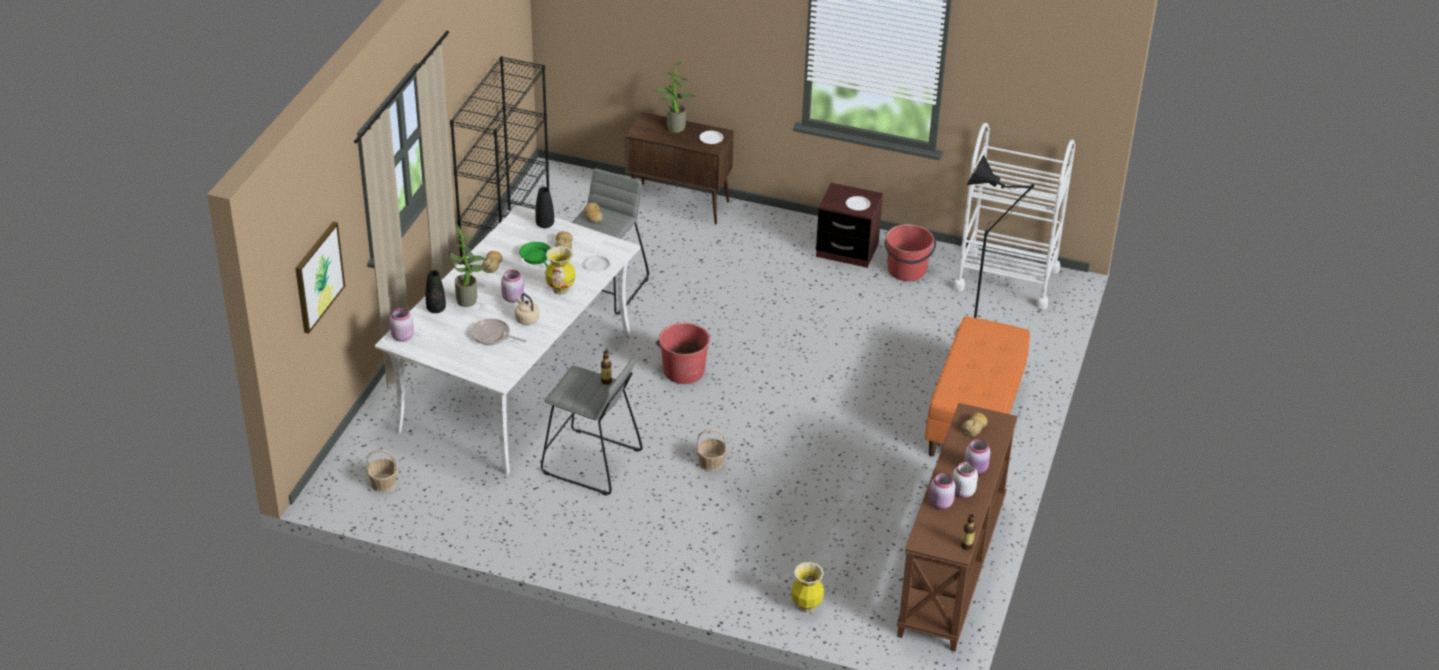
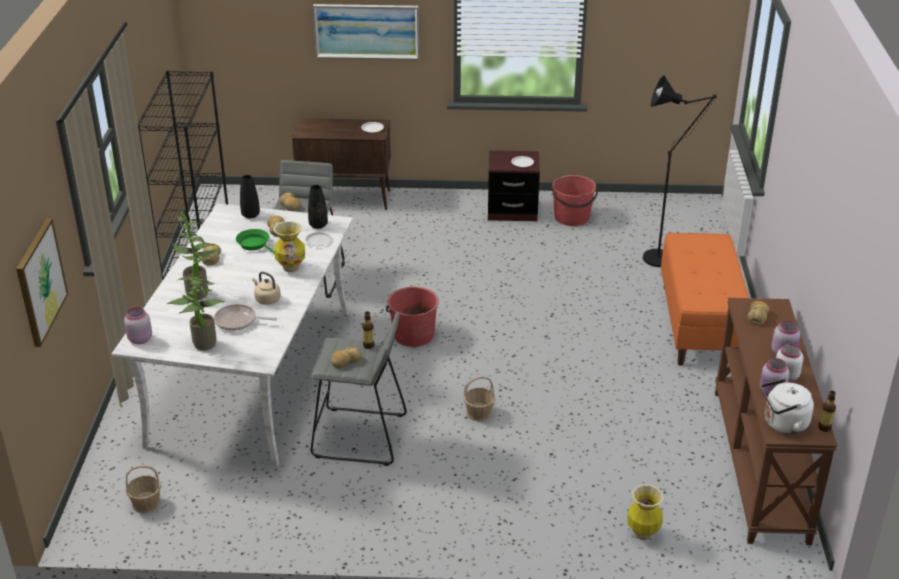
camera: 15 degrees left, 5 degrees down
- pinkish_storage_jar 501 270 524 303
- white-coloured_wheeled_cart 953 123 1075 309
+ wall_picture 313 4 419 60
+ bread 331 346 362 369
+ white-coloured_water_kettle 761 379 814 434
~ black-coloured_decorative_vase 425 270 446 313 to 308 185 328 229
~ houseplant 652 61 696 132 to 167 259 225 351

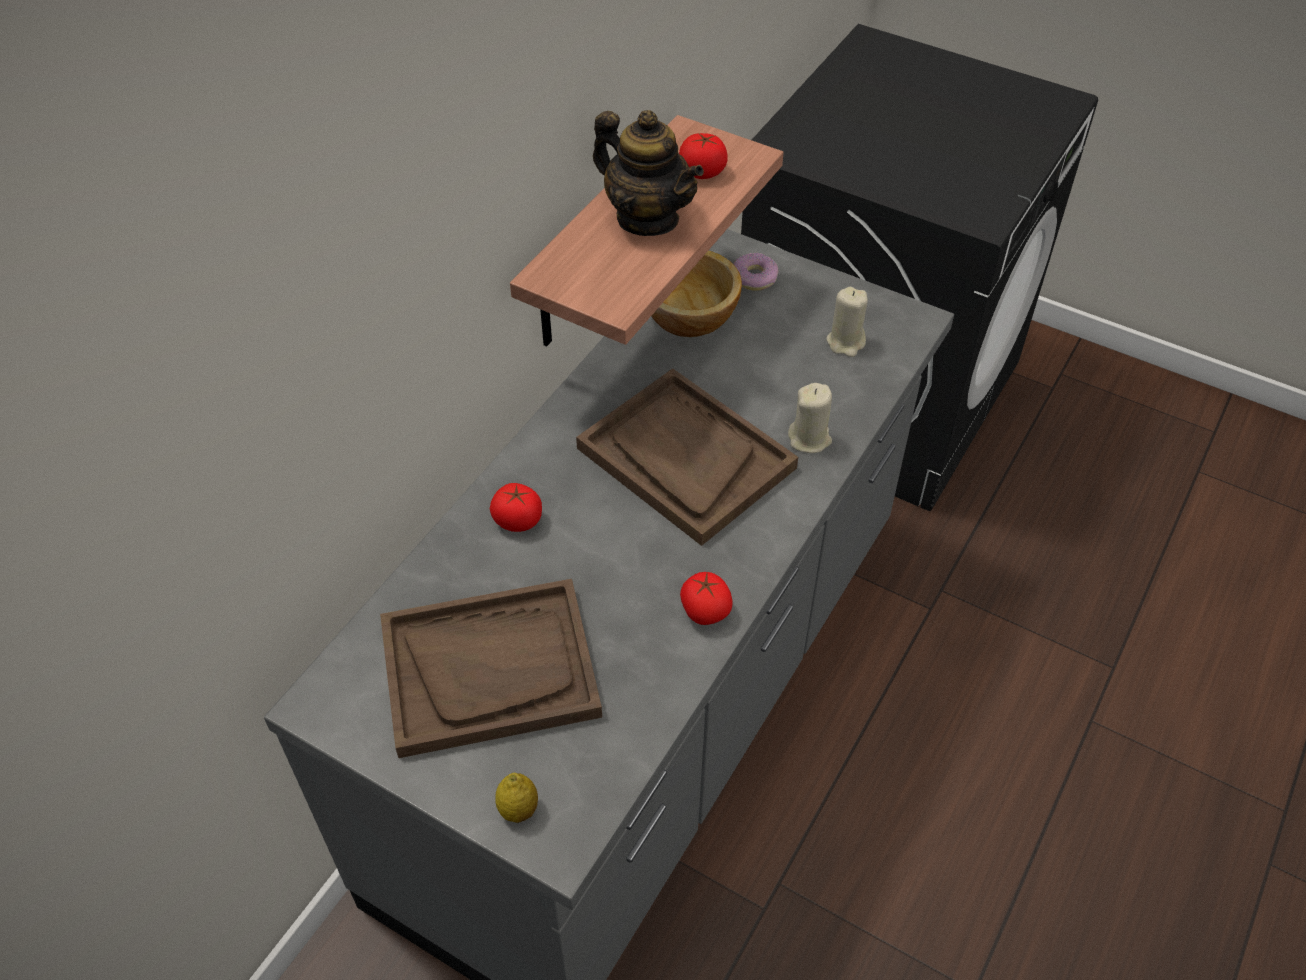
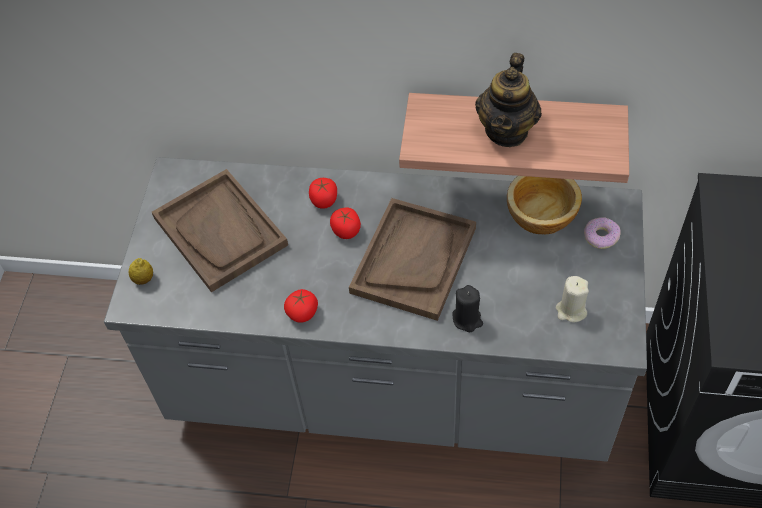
camera: 70 degrees right, 5 degrees up
~ tomato 679 133 728 179 to 330 208 361 239
~ sand-coloured_wax_light 788 383 832 453 to black-coloured_wax_light 452 285 483 332

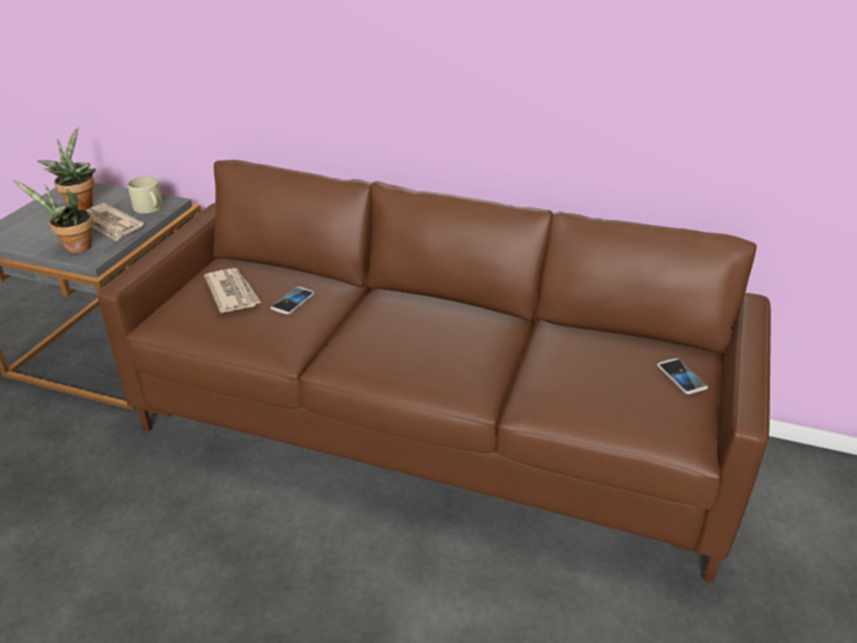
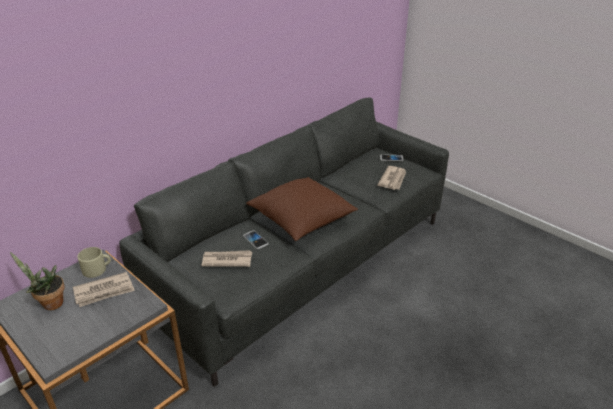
camera: 65 degrees left, 0 degrees up
- houseplant 13 180 94 253
+ brown-coloured_cushion 246 177 358 241
+ newspaper 377 166 406 190
~ brown-coloured_settee 98 160 771 583 to greyish_settee 119 97 449 387

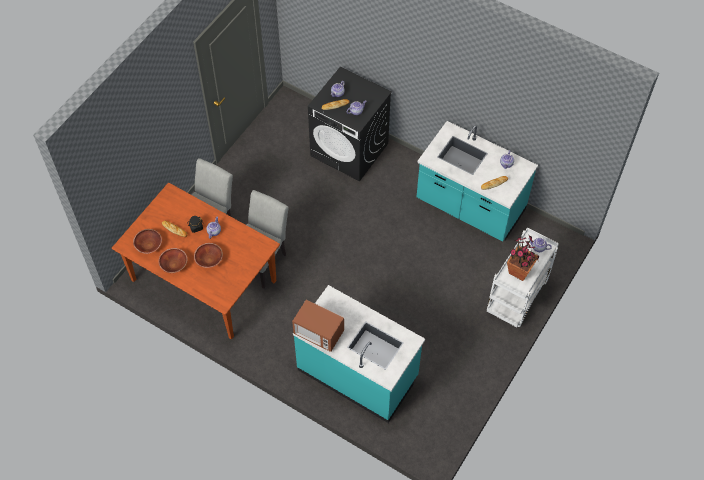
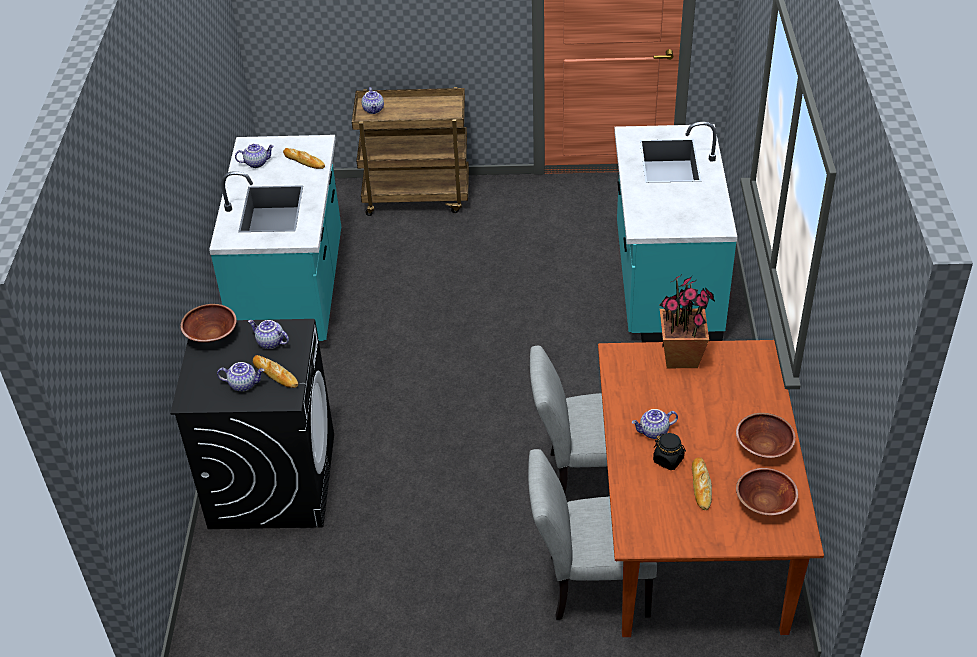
camera: 120 degrees left, 15 degrees down
- microwave_oven 292 299 344 352
~ brown-coloured_serving_bowl 194 243 223 268 to 180 304 237 343
~ houseplant 507 236 539 281 to 659 276 715 368
~ white-coloured_wheeled_cart 487 228 559 327 to brown-coloured_wheeled_cart 352 87 469 216

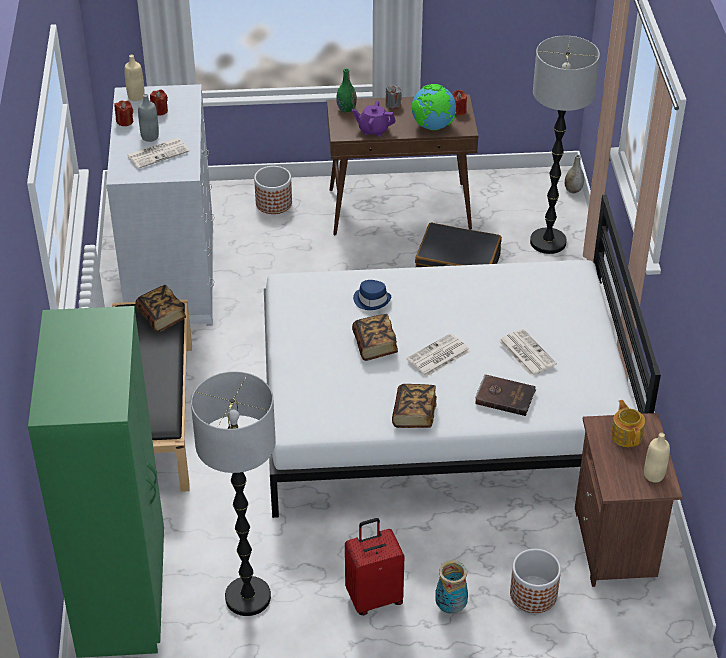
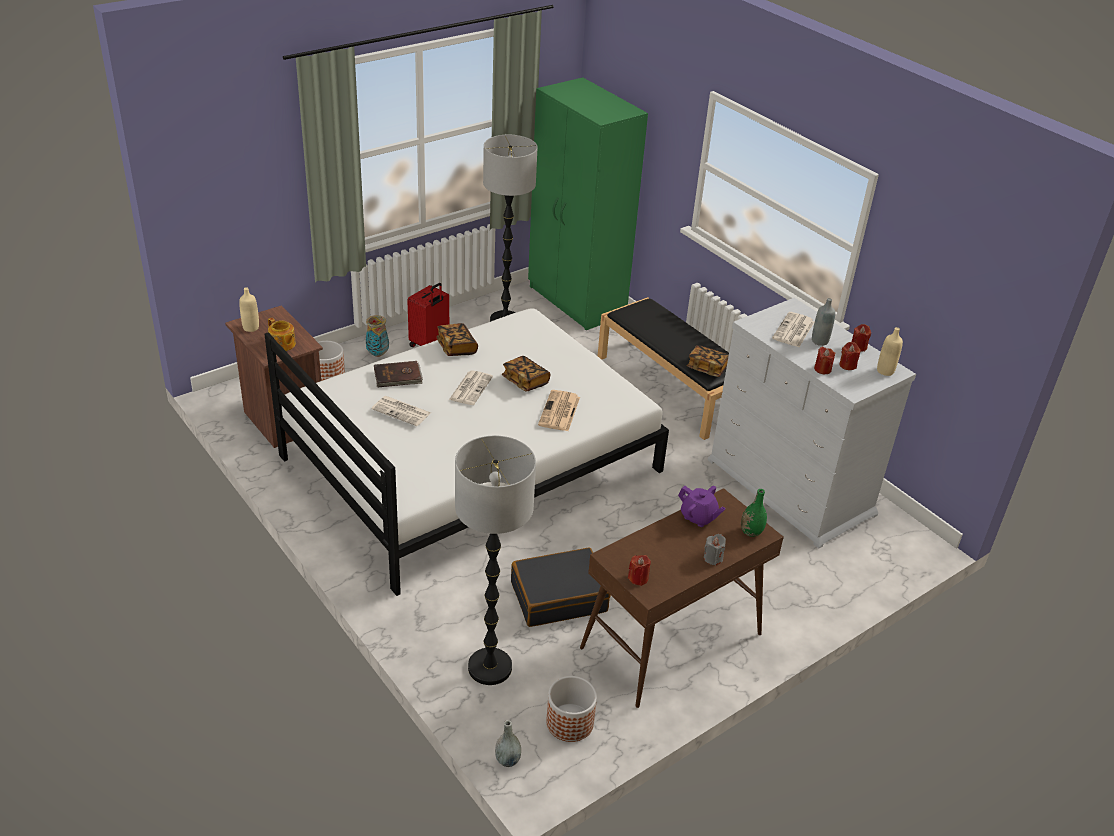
camera: 145 degrees right, 5 degrees down
- globe 411 84 456 130
+ red_wax_light 814 346 835 374
~ planter 254 166 292 214 to 546 676 597 742
~ blue_clothing_hat 353 280 391 310 to newspaper 538 390 580 431
~ purplish_pot_for_tea 352 101 395 136 = 678 486 726 527 60 degrees clockwise

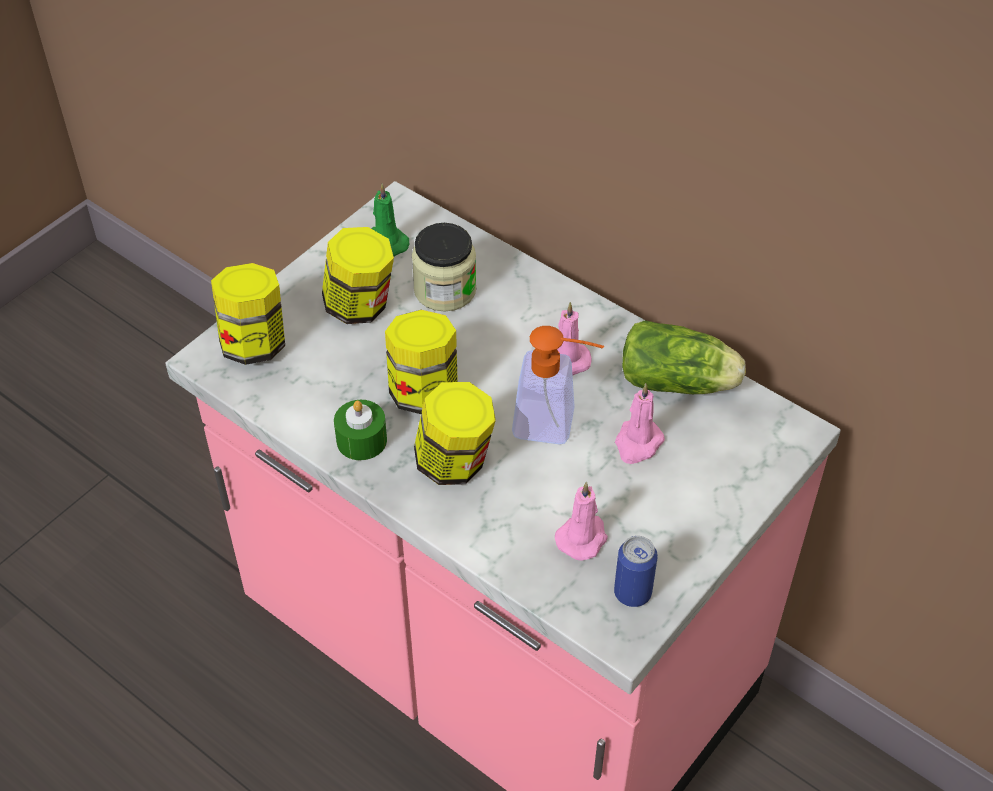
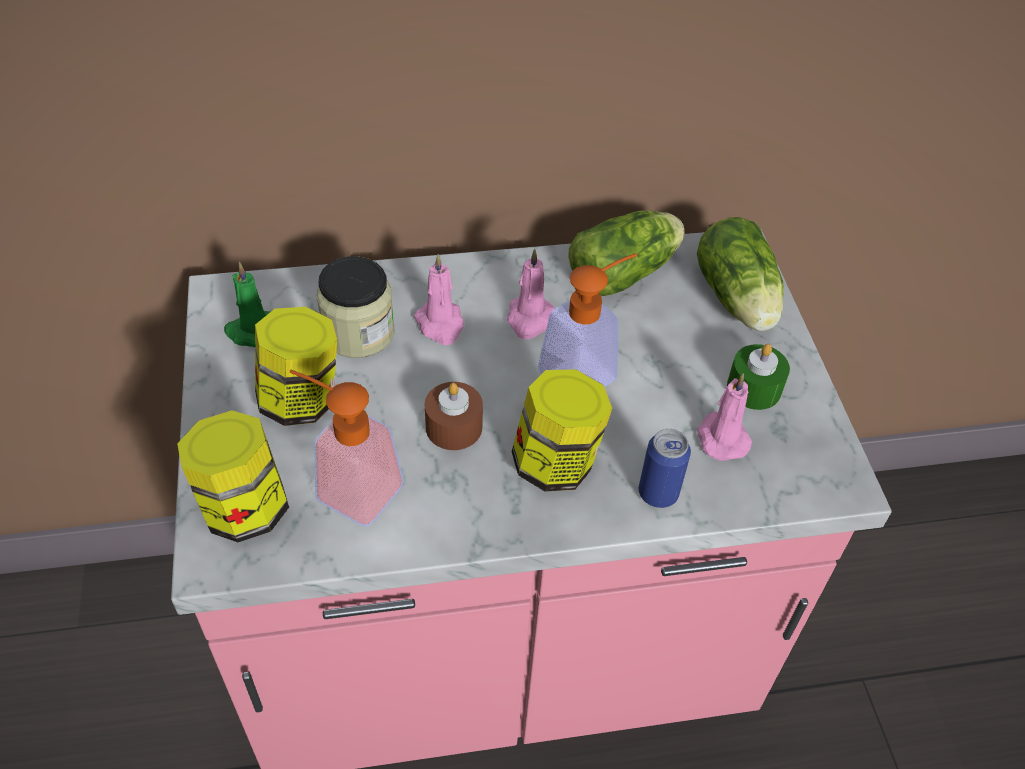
camera: 50 degrees left, 0 degrees up
+ liquid_soap_bottle 290 370 404 527
+ head_of_lettuce 697 217 784 331
~ greenish_wax_light 334 400 387 460 to 727 344 790 410
~ sealed_can 614 536 658 607 to 639 429 691 508
~ pinkish_wax_light 615 383 665 464 to 414 254 464 345
~ storage_jar 385 310 458 414 to brown-coloured_wax_light 425 382 483 450

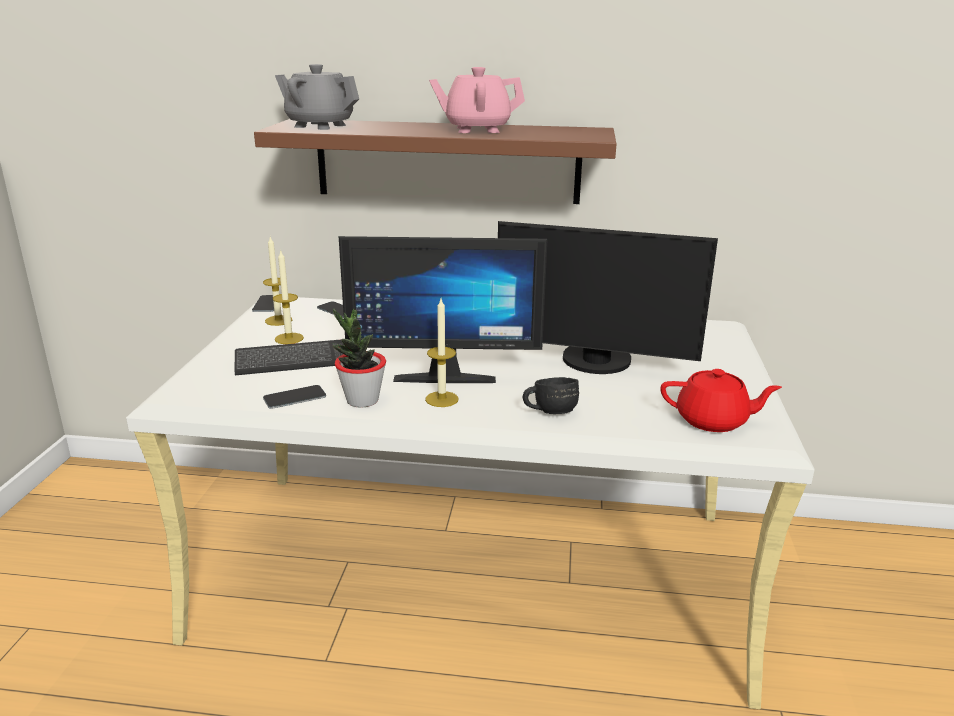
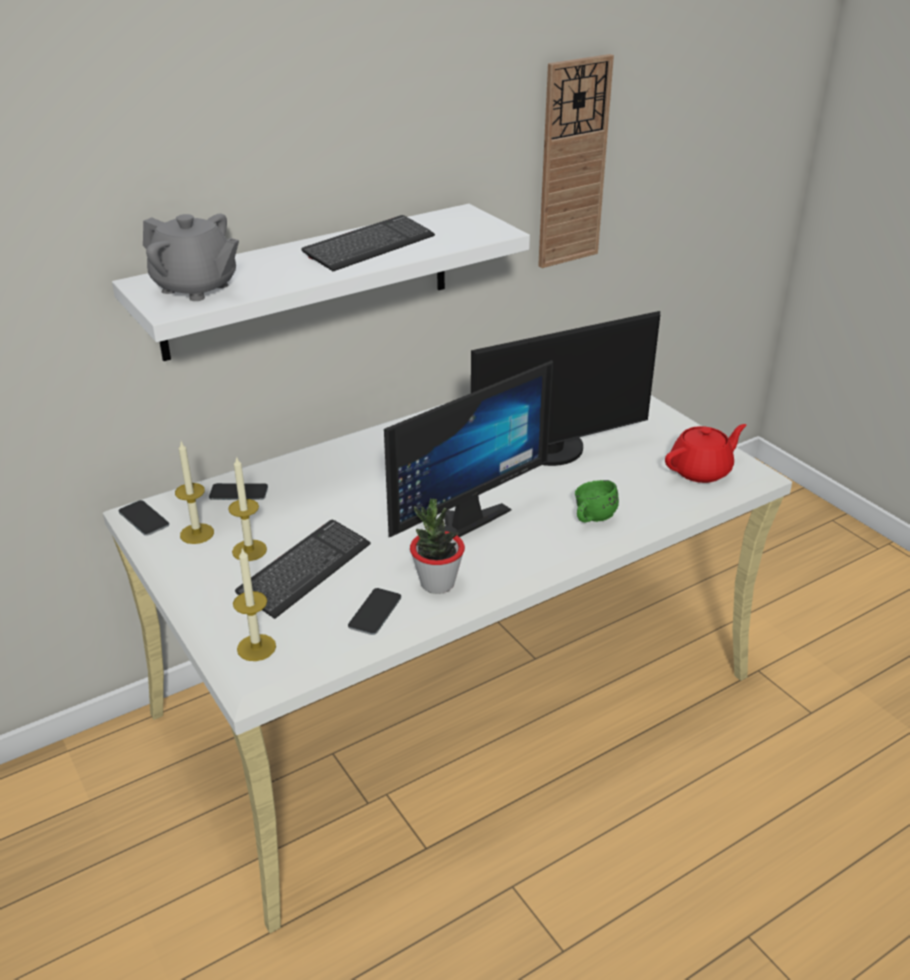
camera: 40 degrees left, 10 degrees up
+ clock_on_the_wall 538 54 614 268
~ wax_light 425 299 459 407 to 233 547 276 661
~ pinkish_pot_for_tea 429 67 525 133 to computer_keyboard 301 215 435 271
~ brown-coloured_wall_shelf 254 119 616 204 to white-coloured_wall_shelf 112 204 530 361
~ black-coloured_tea_mug 523 377 579 414 to greenish_tea_mug 575 480 619 523
~ greyish_pot_for_tea 275 64 359 130 = 143 214 239 301 135 degrees counterclockwise

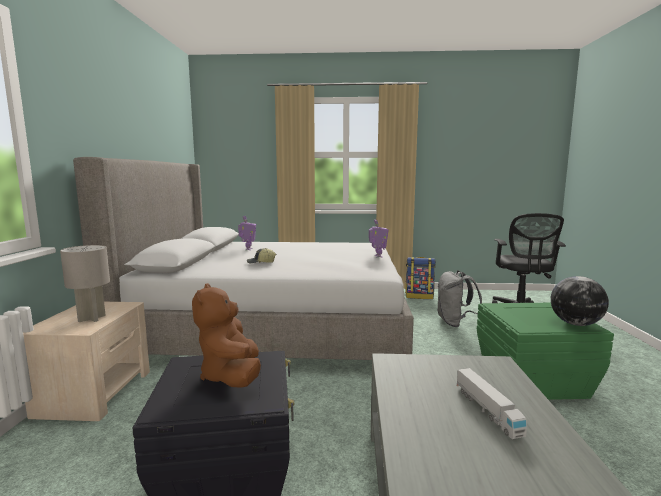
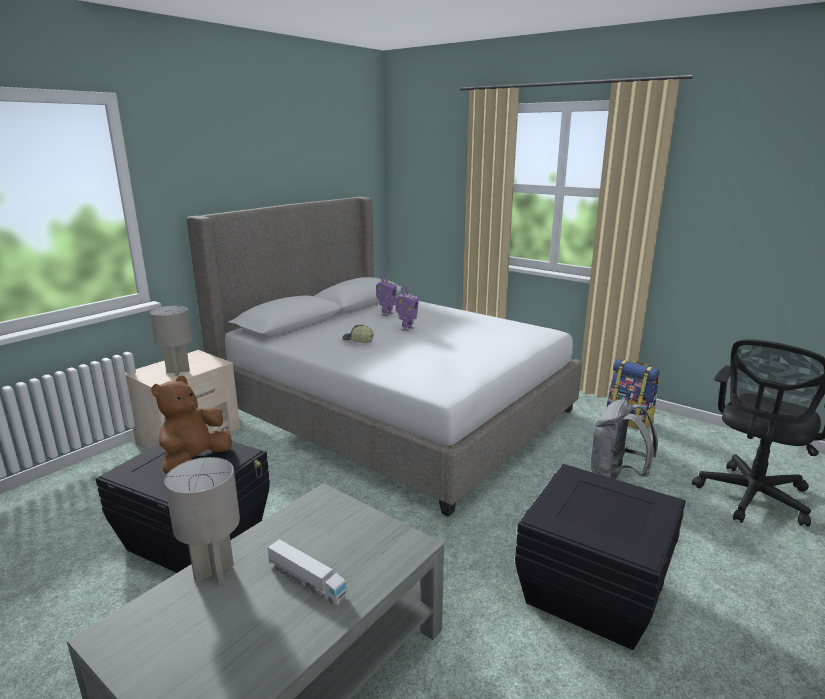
camera: 35 degrees right, 10 degrees up
- globe 551 276 609 326
+ greyish_table_lamp 164 457 240 585
~ robot_figure 369 220 389 258 to 395 285 419 331
~ greenish_storage_box 477 303 614 400 to black-coloured_storage_box 515 464 686 650
~ toy_lorry 456 368 527 439 = 268 539 348 606 75 degrees counterclockwise

